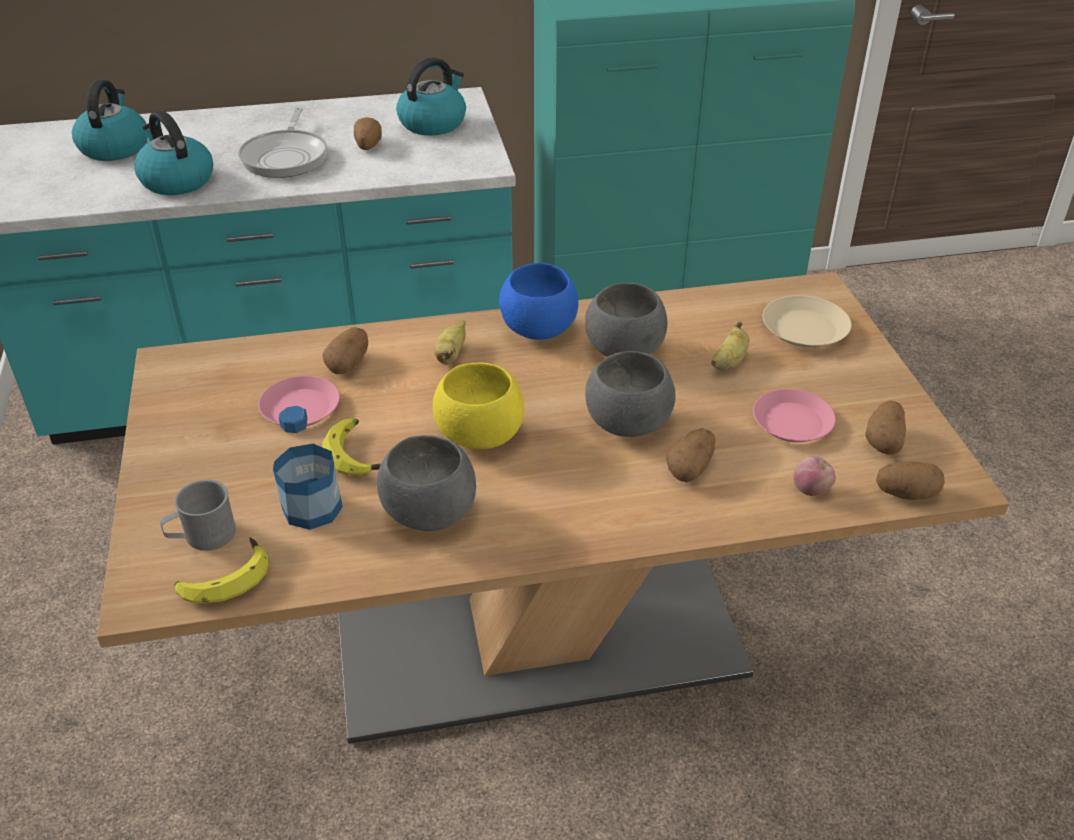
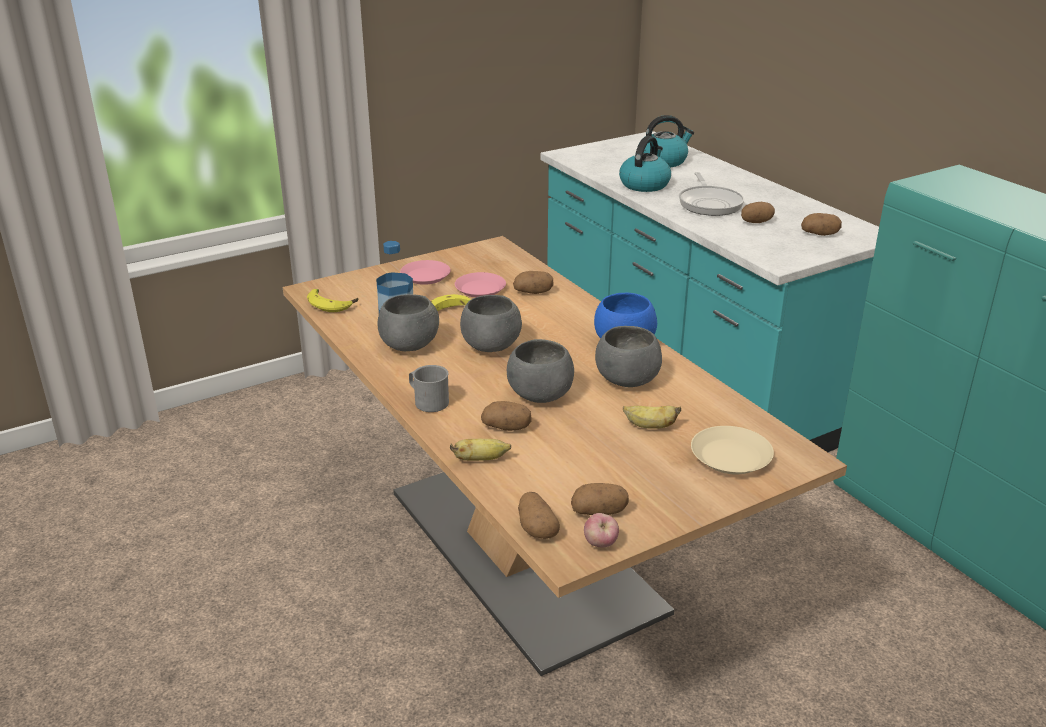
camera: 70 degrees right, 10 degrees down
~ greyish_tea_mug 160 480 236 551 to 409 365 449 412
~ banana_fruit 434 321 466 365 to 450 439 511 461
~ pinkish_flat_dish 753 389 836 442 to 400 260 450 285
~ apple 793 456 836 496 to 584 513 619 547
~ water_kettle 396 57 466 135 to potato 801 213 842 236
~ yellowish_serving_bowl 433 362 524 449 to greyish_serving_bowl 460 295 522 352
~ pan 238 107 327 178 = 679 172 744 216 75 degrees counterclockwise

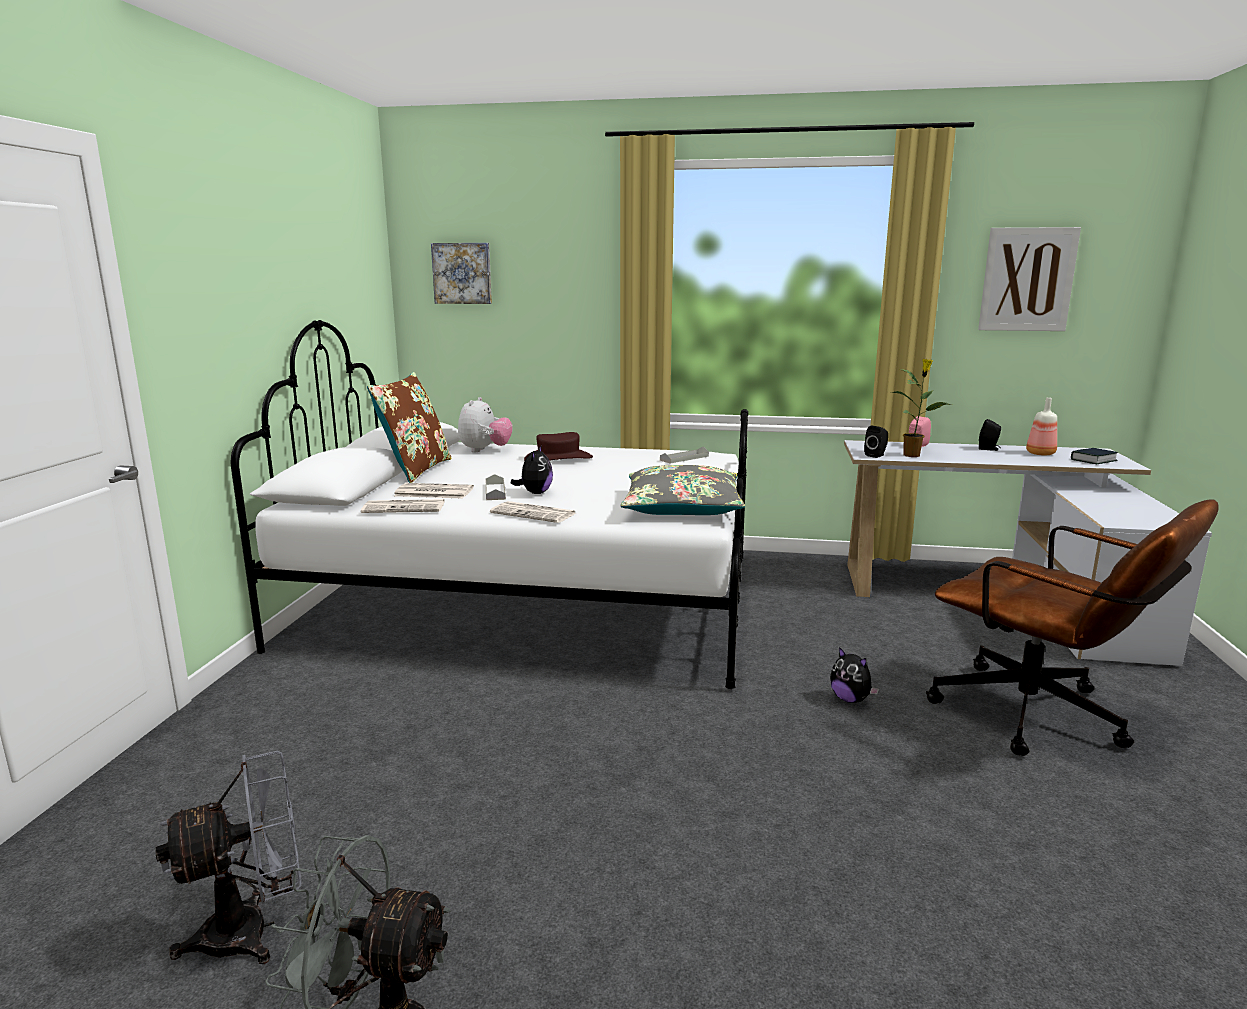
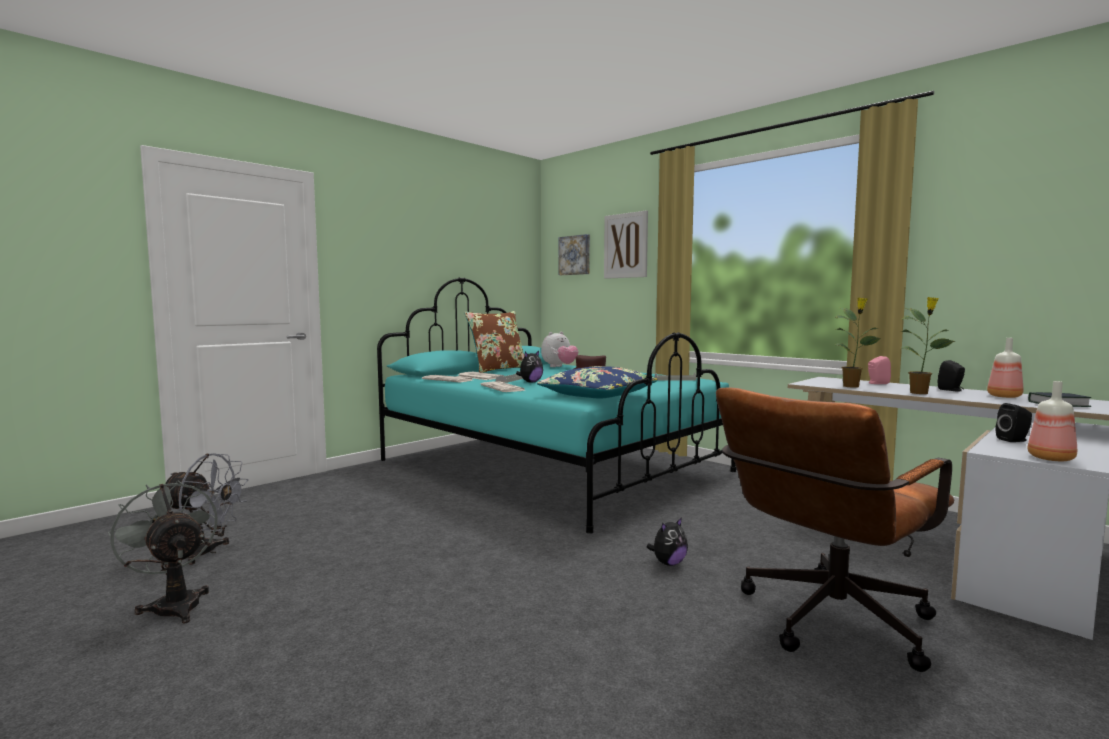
camera: 35 degrees right, 10 degrees down
+ houseplant 901 297 955 394
+ drink_bottle 1027 381 1077 461
~ black-coloured_audio_speaker 864 426 888 458 to 996 403 1032 442
~ wall_picture 978 227 1081 331 to 604 210 648 279
~ white-coloured_sleeping_bed 231 320 748 689 to turquoise_sleeping_bed 377 278 736 534
~ greyish_cushion 621 465 745 515 to blue_cushion 537 366 658 399
~ cuddly_toy 830 647 879 703 = 647 517 688 566 120 degrees counterclockwise
~ brown-coloured_office_chair 926 499 1218 756 = 716 388 954 672 60 degrees clockwise

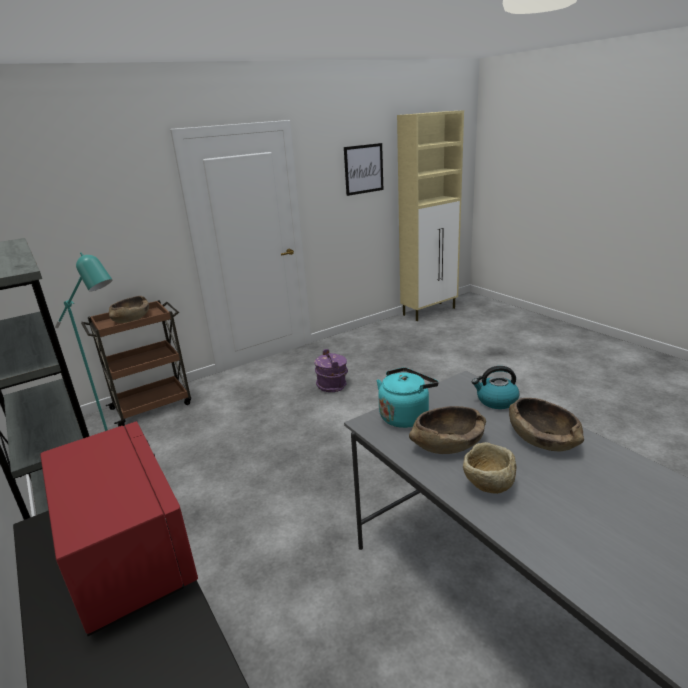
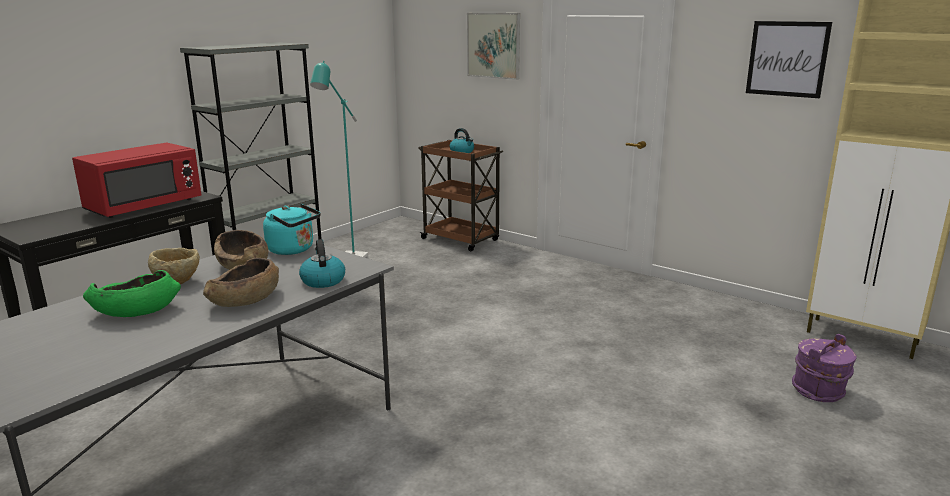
camera: 70 degrees right, 5 degrees down
+ greenish_serving_bowl 83 270 181 317
+ wall_picture 467 13 520 80
~ purplish_pail 314 349 348 392 to 792 334 857 402
~ brown-coloured_serving_bowl 109 296 149 323 to water_kettle 450 128 474 153

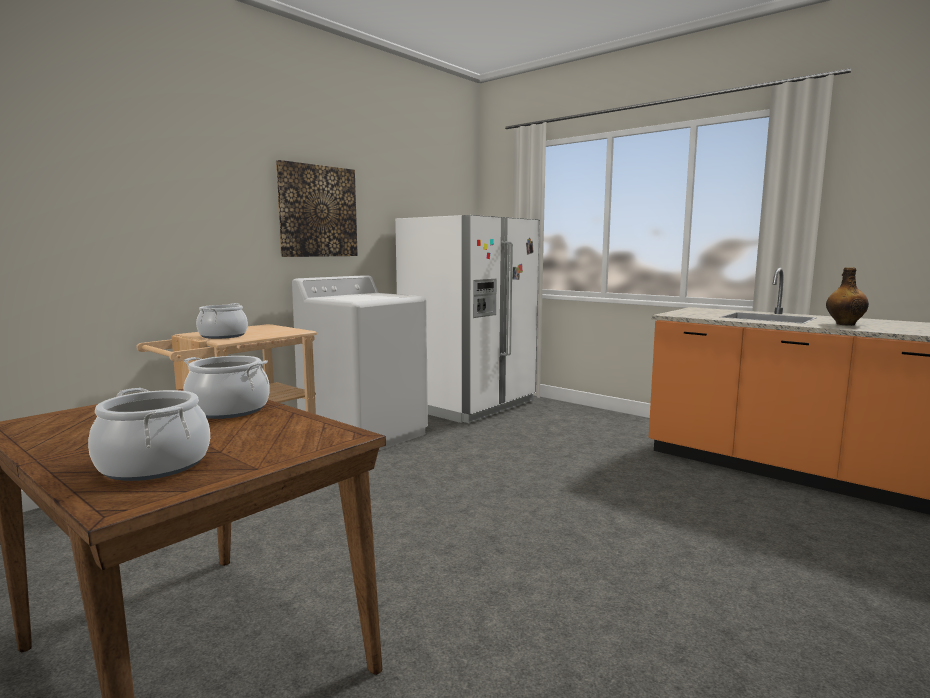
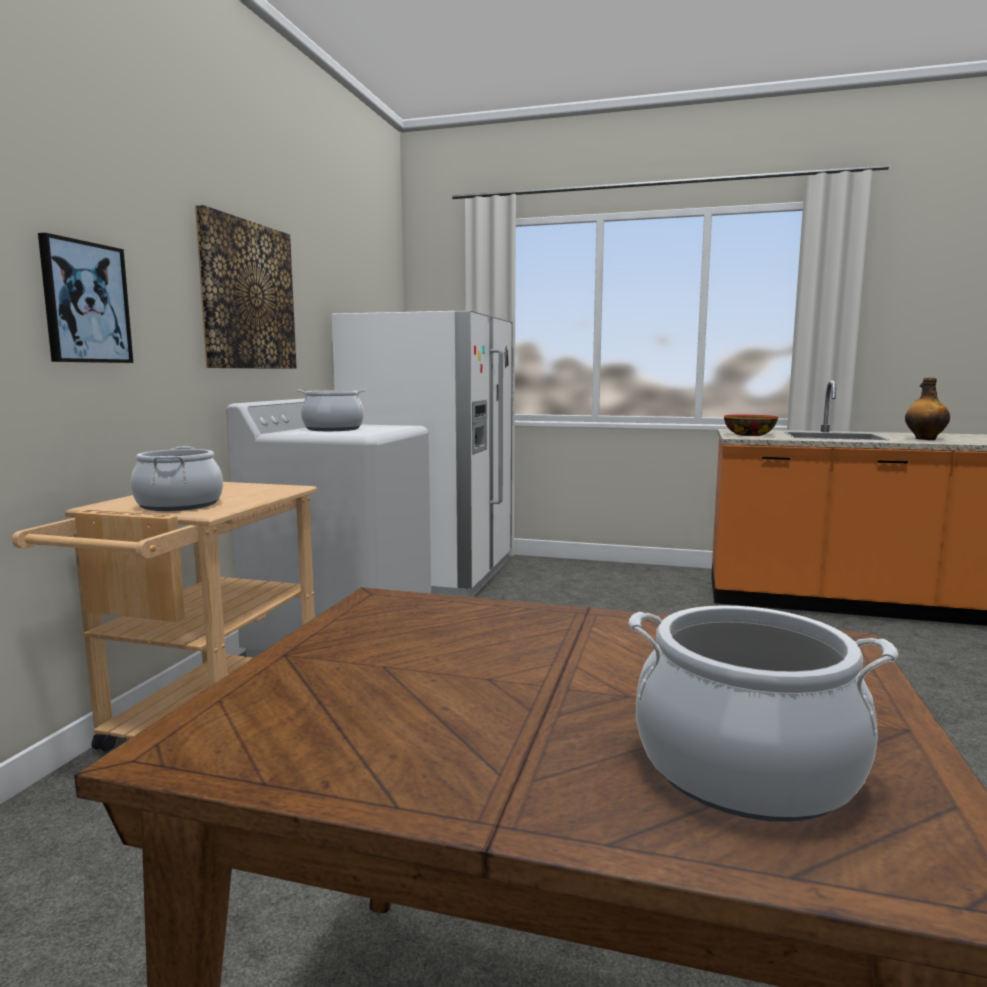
camera: 25 degrees left, 0 degrees up
+ wall_picture 38 233 133 363
+ serving_bowl 724 415 778 436
~ stockpot 183 356 270 419 to 297 389 366 431

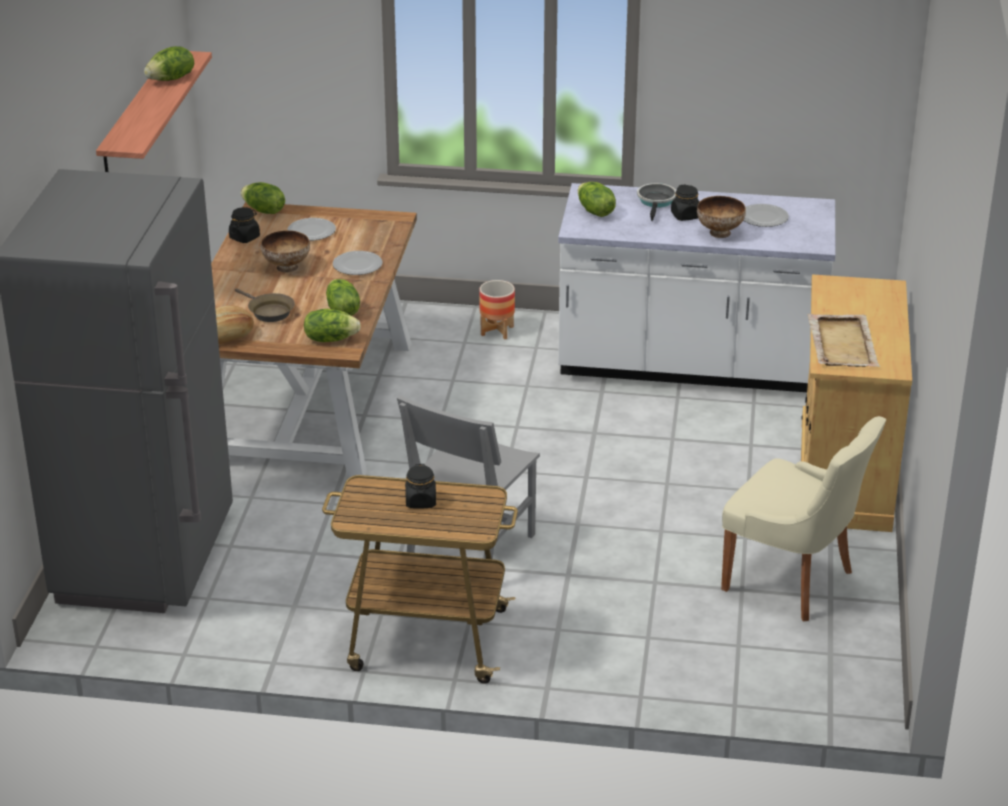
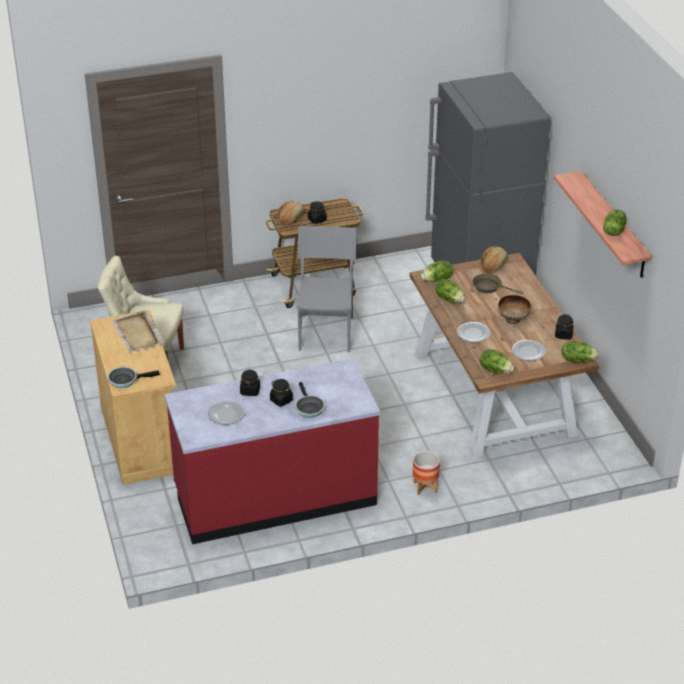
camera: 155 degrees right, 5 degrees up
+ pan 107 367 160 388
+ bread 278 200 304 226
~ head_of_lettuce 578 182 616 217 to 480 349 515 374
~ serving_bowl 697 196 746 238 to black-coloured_storage_jar 240 370 260 396
~ white-coloured_kitchen_counter 558 183 835 392 to red_kitchen_counter 164 358 380 544

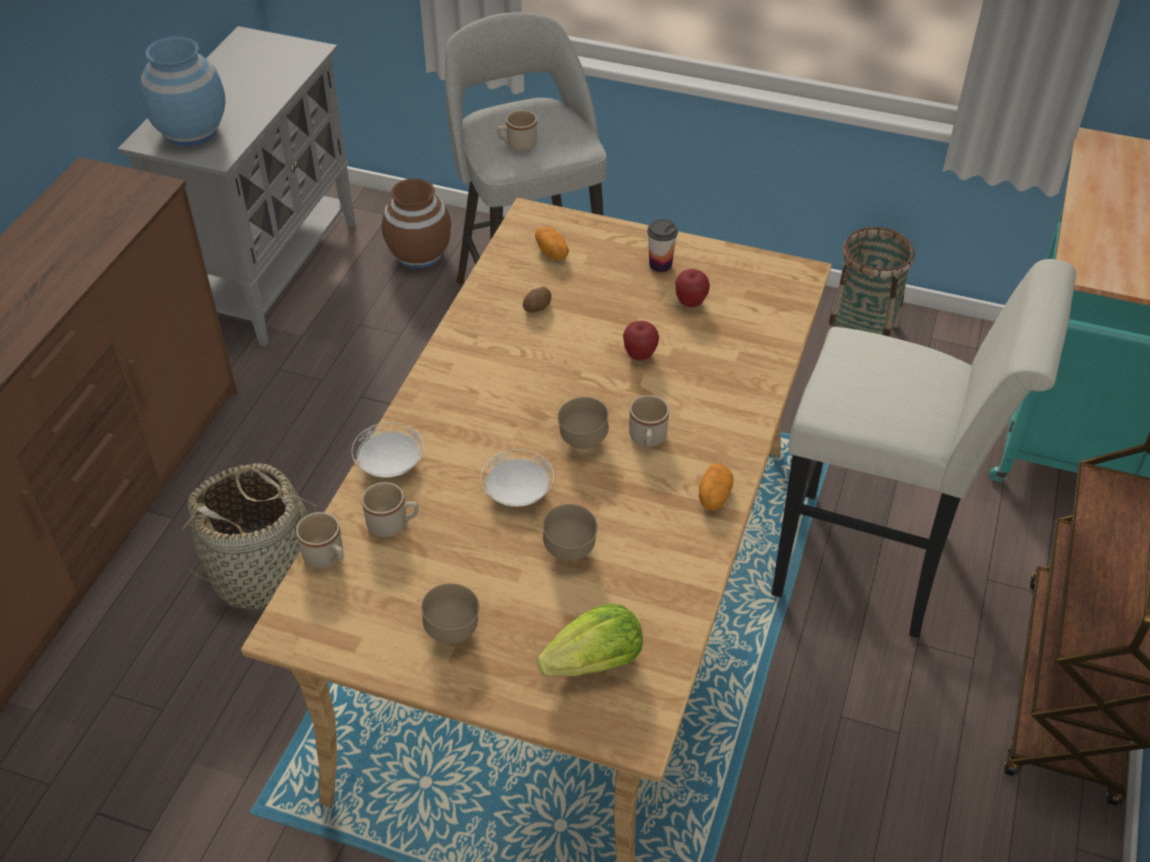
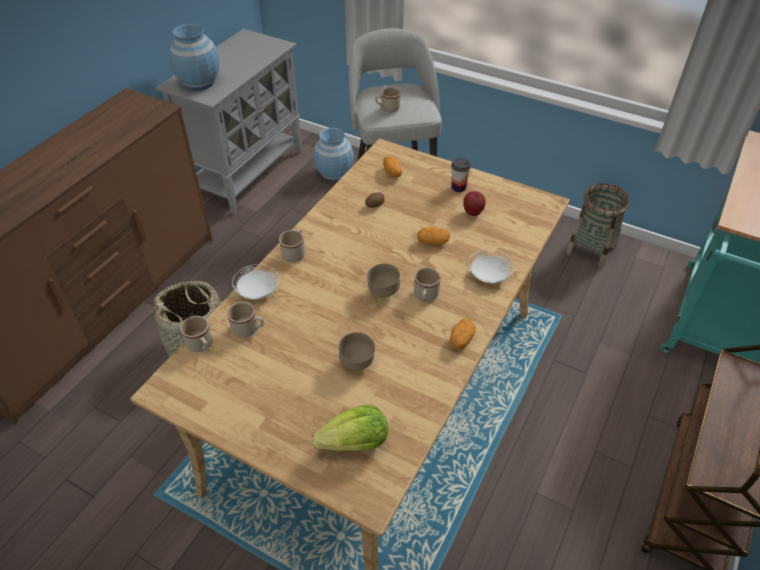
camera: 10 degrees right, 0 degrees up
- brown-coloured_serving_bowl 421 583 480 644
- white-coloured_sitting_stool 771 259 1076 638
+ sand-coloured_tea_mug 279 228 305 262
~ white-coloured_flat_dish 480 449 554 507 to 468 249 514 283
~ apple 623 321 659 360 to potato 417 227 450 245
~ brown-coloured_decorative_vase 382 179 451 268 to blue_decorative_vase 313 128 354 181

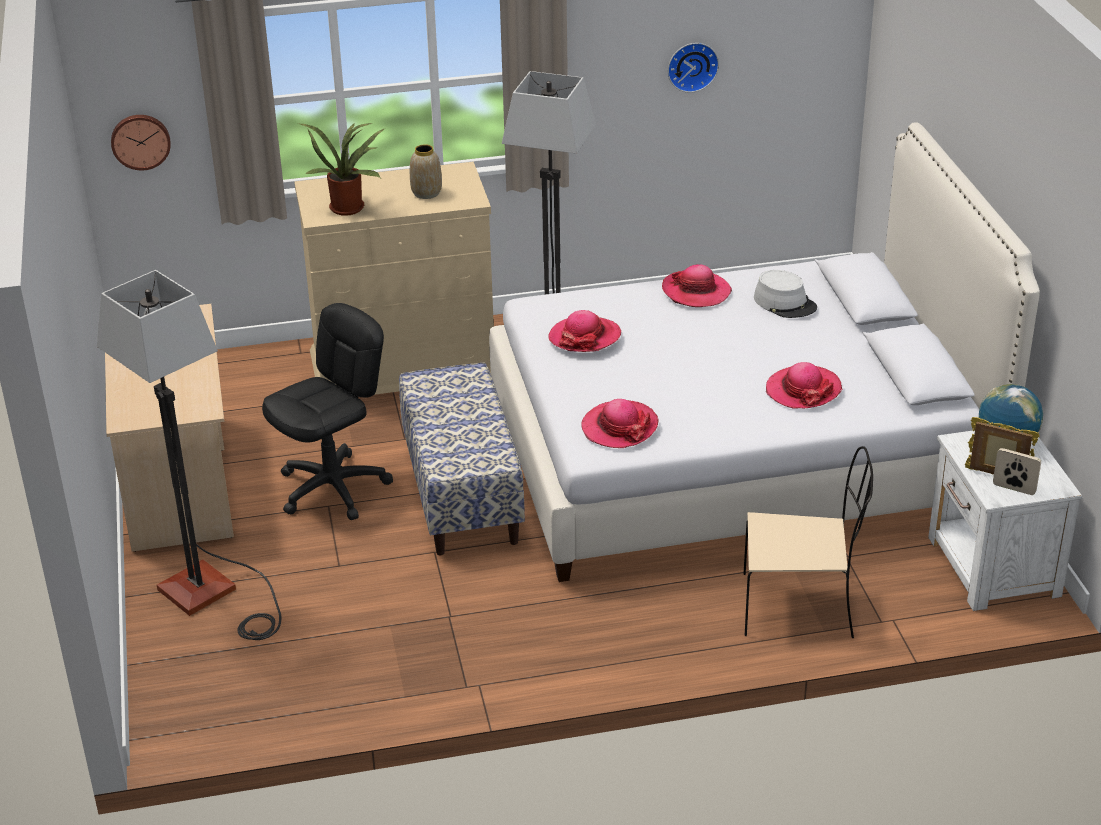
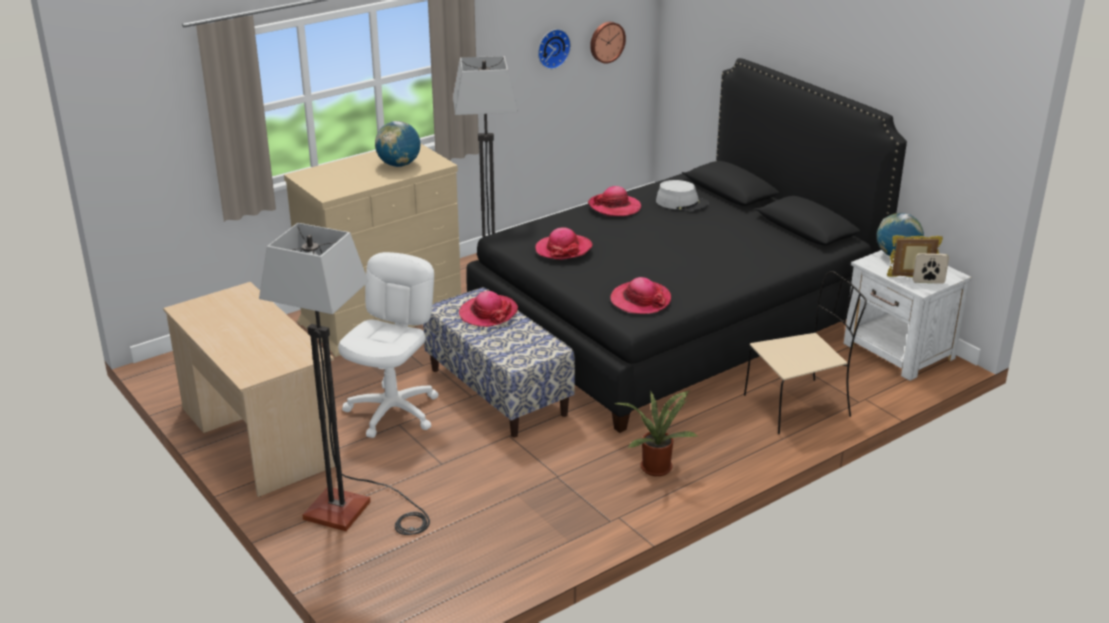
camera: 25 degrees left, 5 degrees down
~ clock_on_the_wall 111 115 171 170 to 590 22 626 64
~ houseplant 300 122 386 216 to 615 391 697 476
~ clothing_hat 766 362 842 408 to 459 291 518 327
~ decorative_vase 410 144 442 199 to globe 375 121 420 167
~ black-coloured_office_chair 262 303 393 520 to white-coloured_office_chair 338 252 439 438
~ white-coloured_sleeping_bed 489 122 1040 582 to black-coloured_sleeping_bed 466 58 907 433

